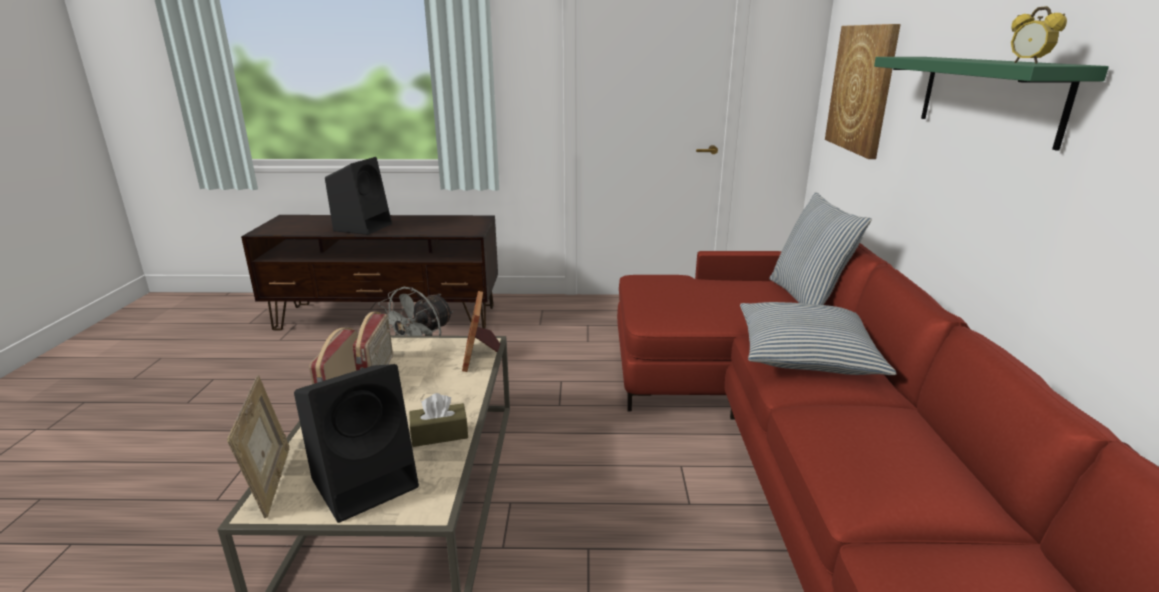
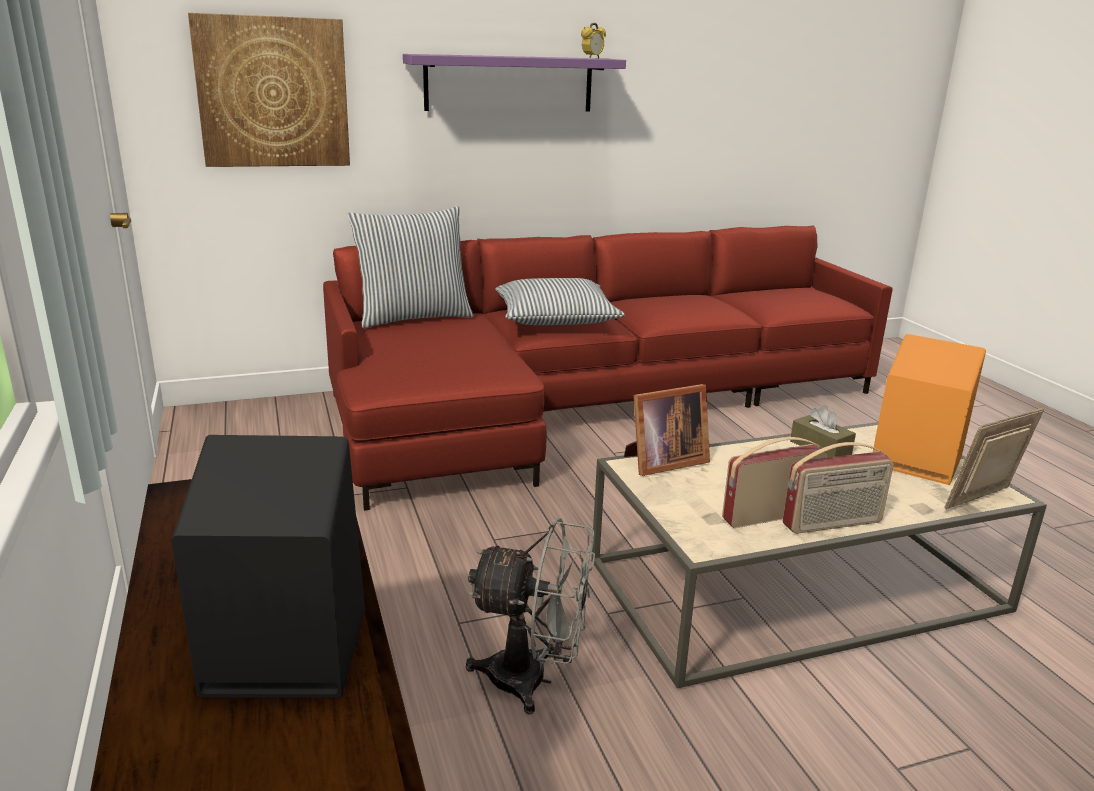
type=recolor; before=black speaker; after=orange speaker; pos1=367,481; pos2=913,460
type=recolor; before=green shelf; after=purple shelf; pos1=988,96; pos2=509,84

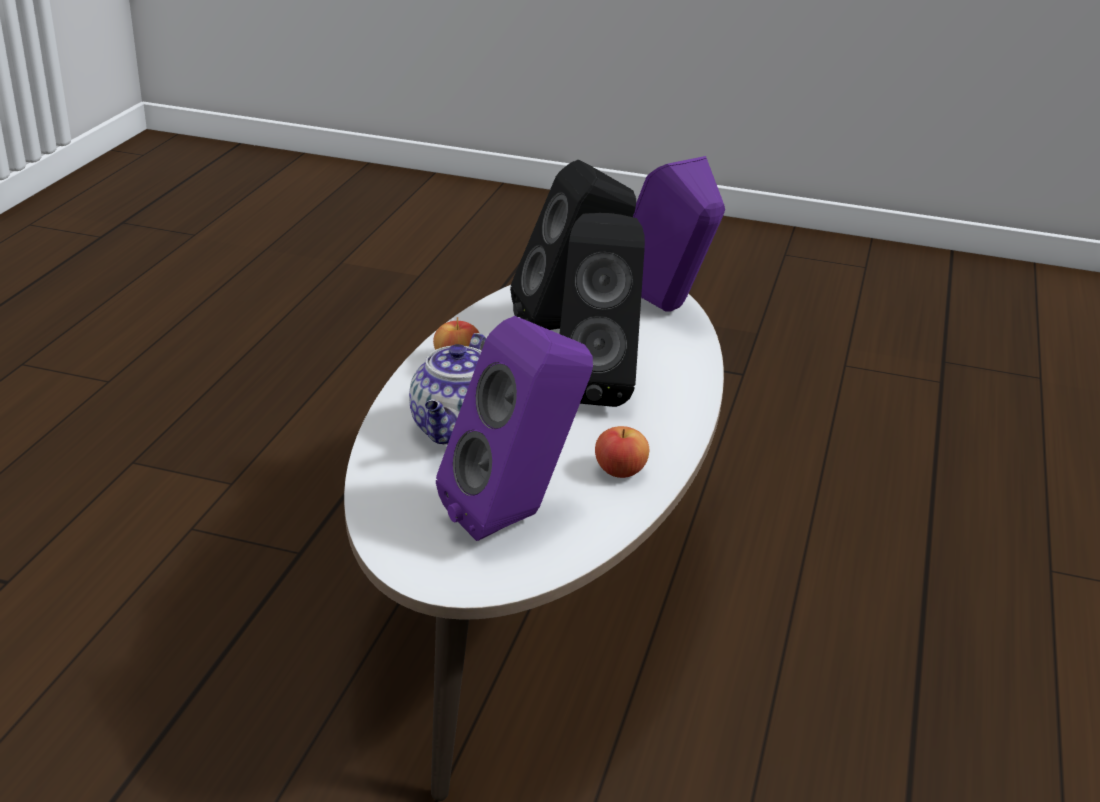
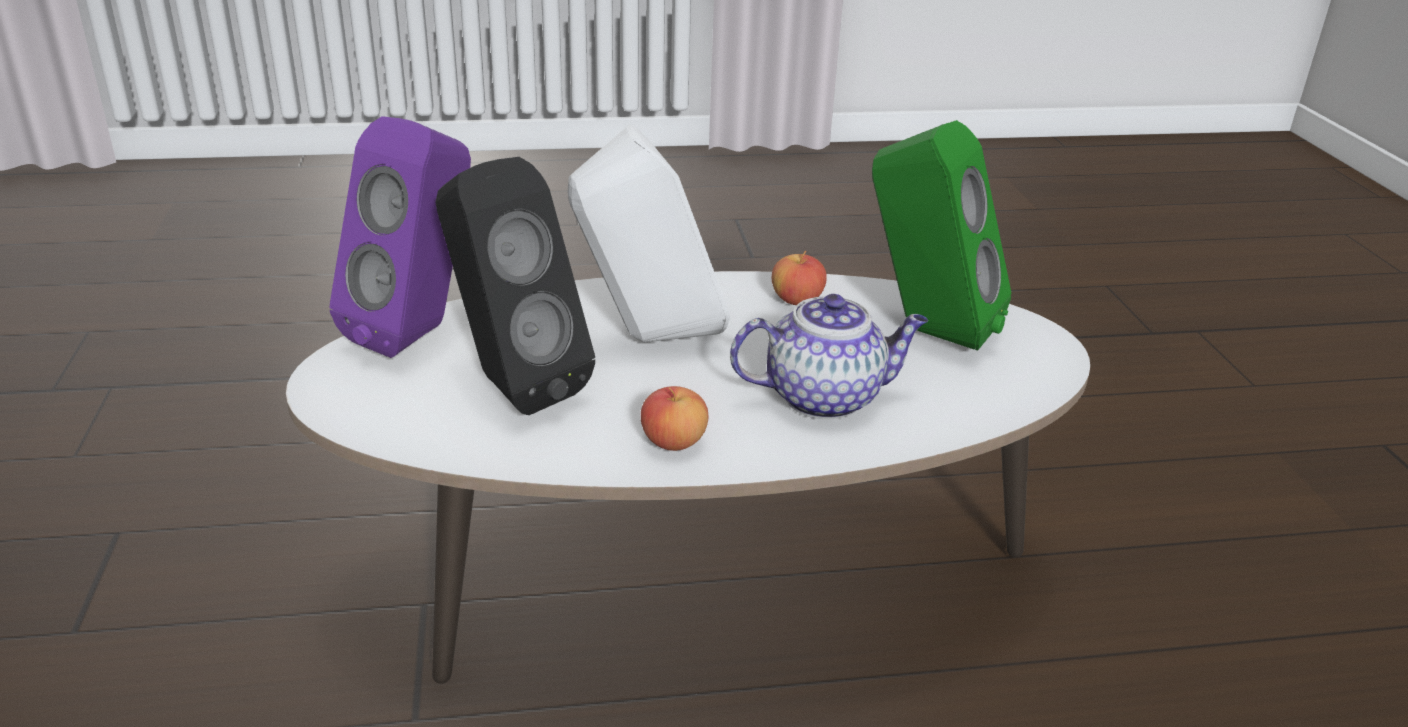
type=recolor; before=purple speaker; after=green speaker; pos1=516,517; pos2=925,331
type=recolor; before=black speaker; after=white speaker; pos1=597,385; pos2=648,340

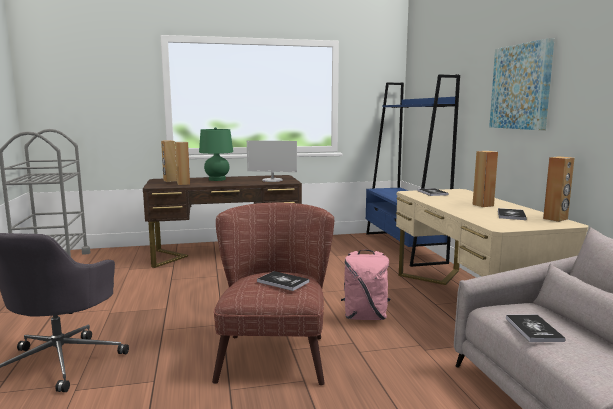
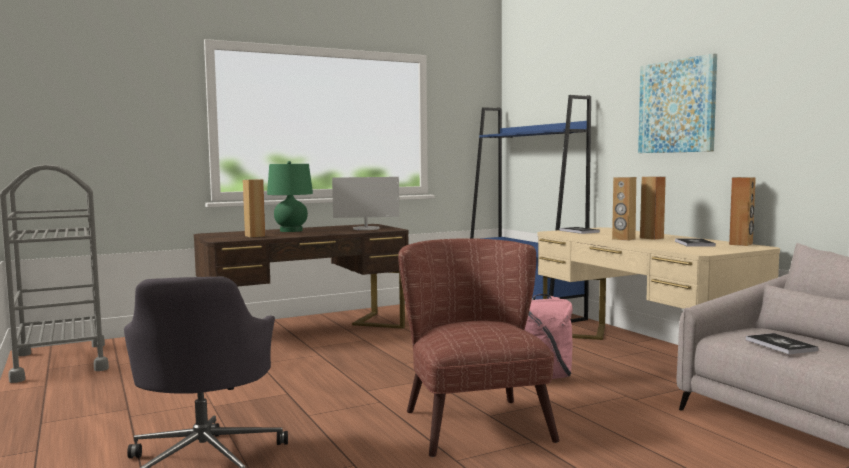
type=move; before=brown speaker; pos1=169,181; pos2=623,239
type=delete; before=book; pos1=283,282

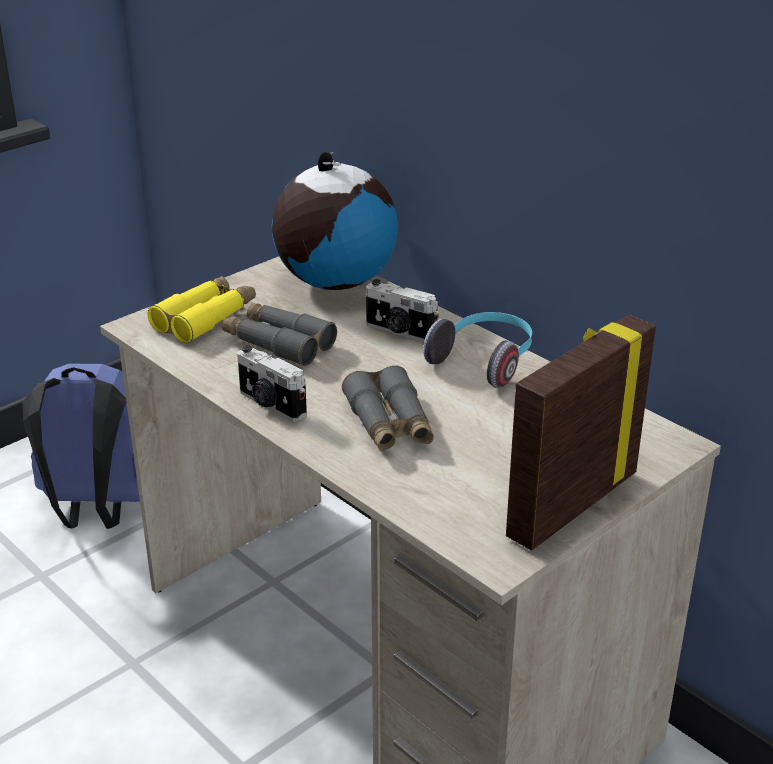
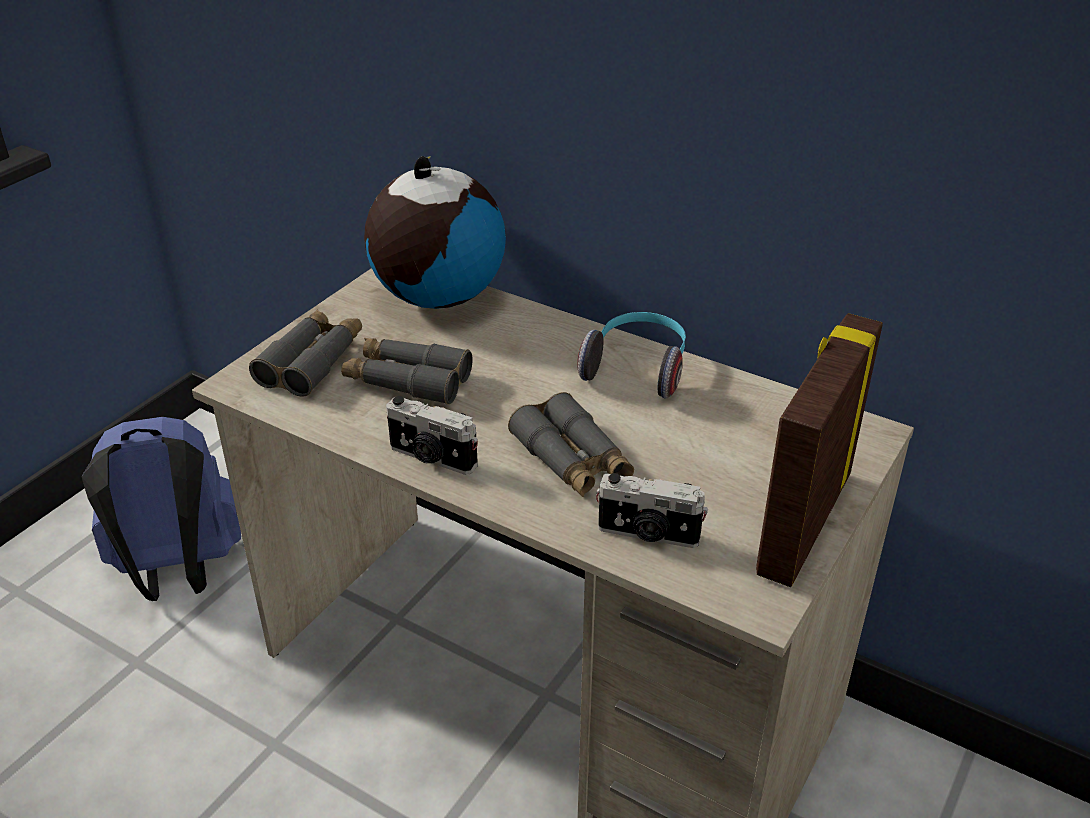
type=recolor; before=yellow binoculars; after=grey binoculars; pos1=205,318; pos2=312,362
type=move; before=photo camera; pos1=400,331; pos2=648,534

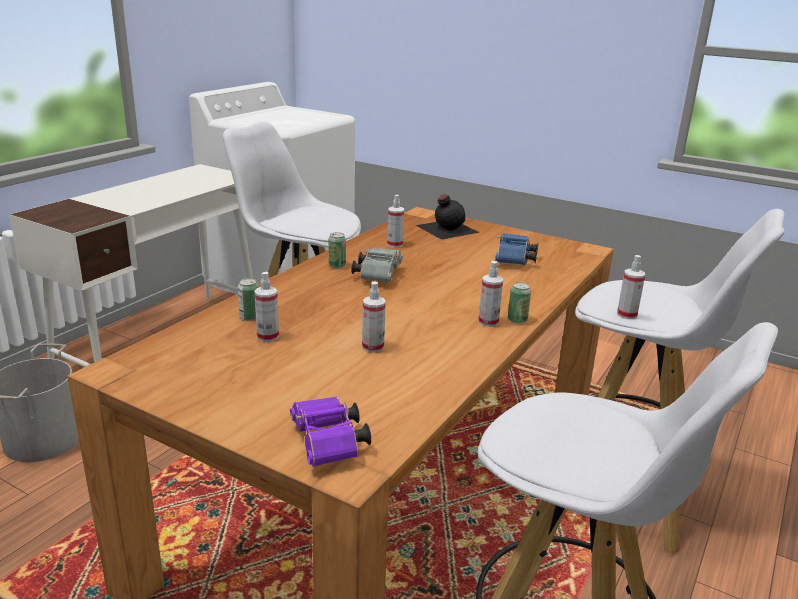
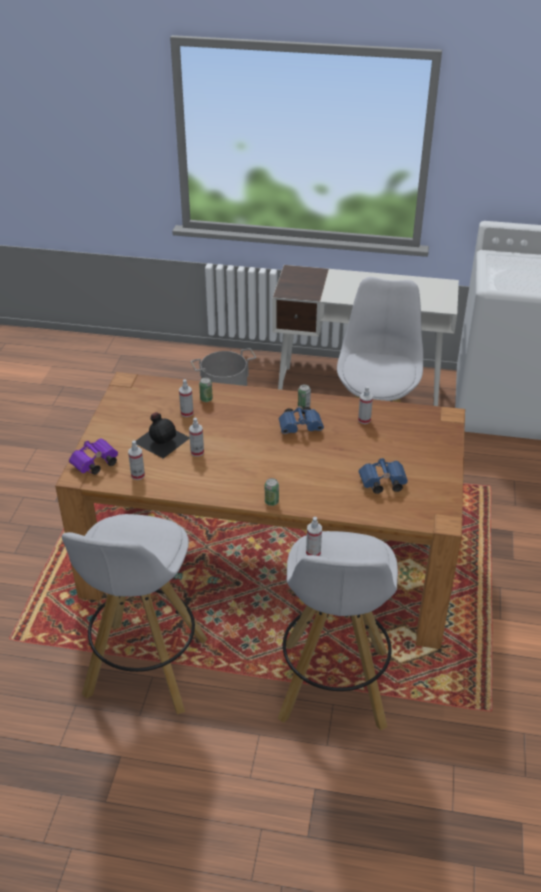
type=recolor; before=grey binoculars; after=blue binoculars; pos1=378,275; pos2=301,427
type=move; before=black bottle; pos1=446,228; pos2=161,439
type=move; before=spray bottle; pos1=488,322; pos2=138,475

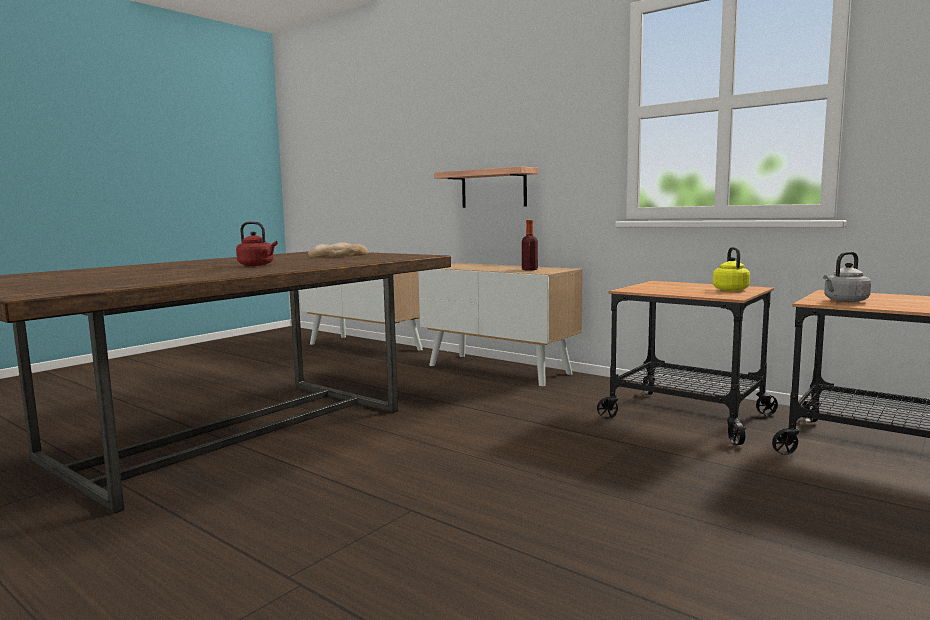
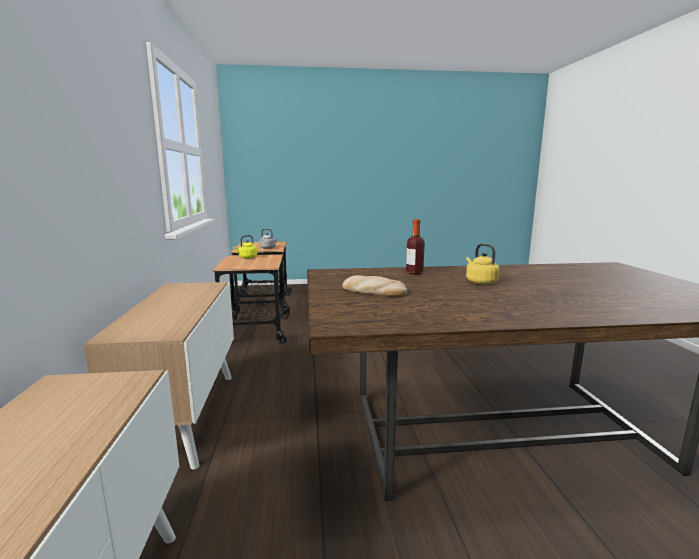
type=recolor; before=red kettle; after=yellow kettle; pos1=257,265; pos2=480,282
type=delete; before=shelf; pos1=493,188
type=move; before=bottle; pos1=529,269; pos2=414,272

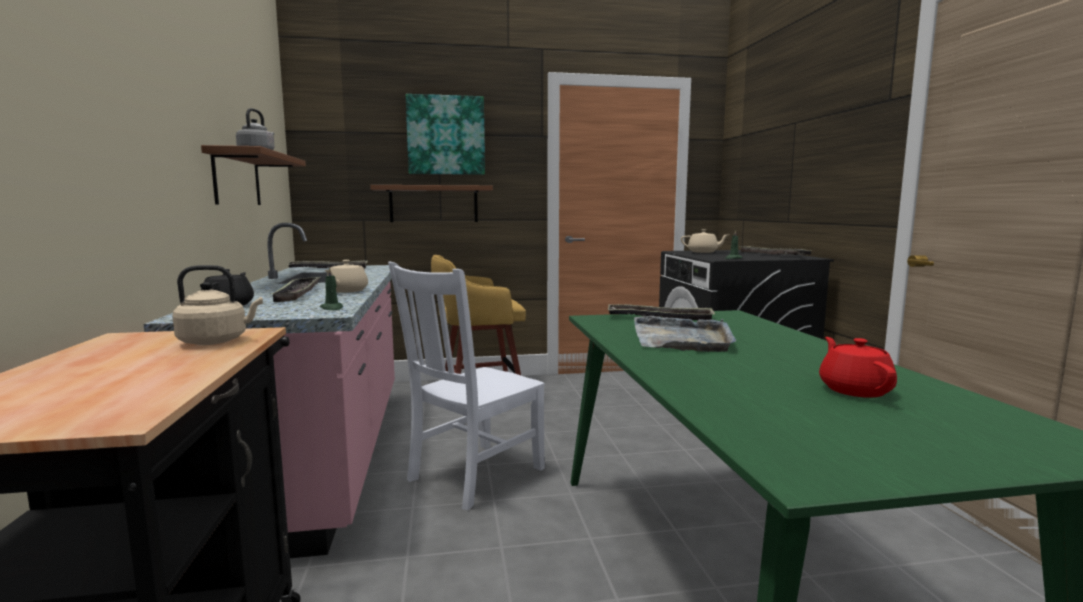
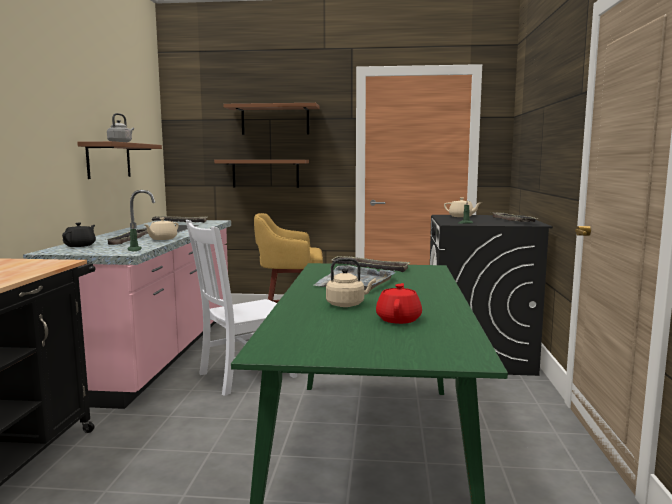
type=move; before=beige kettle; pos1=217,341; pos2=347,304
type=replace; before=picture; after=brown shelf; pos1=446,135; pos2=275,120

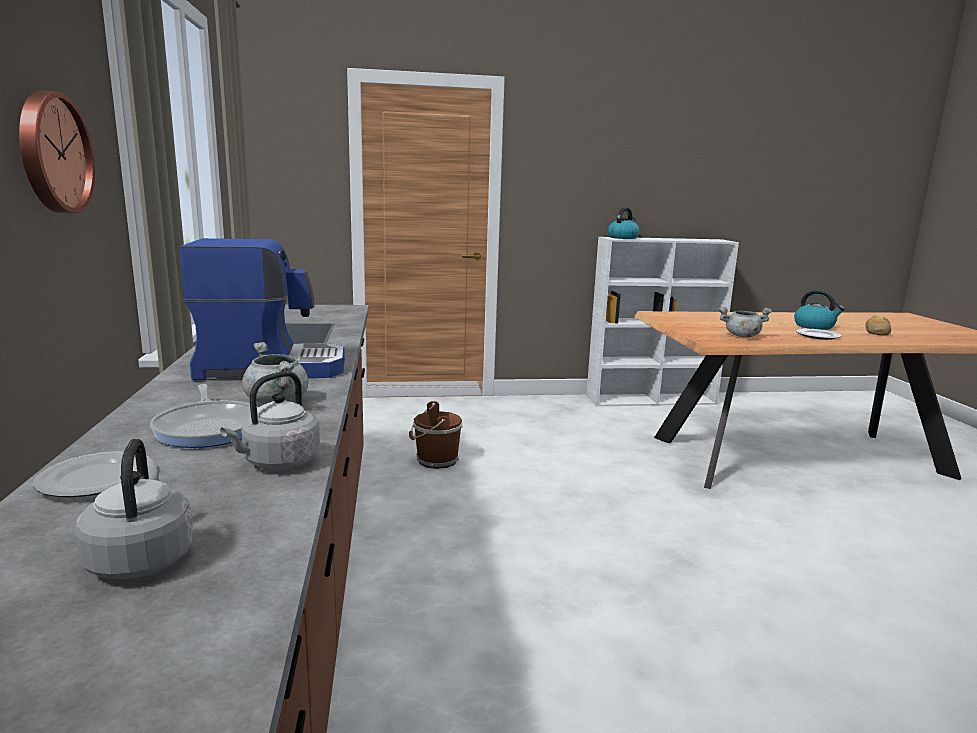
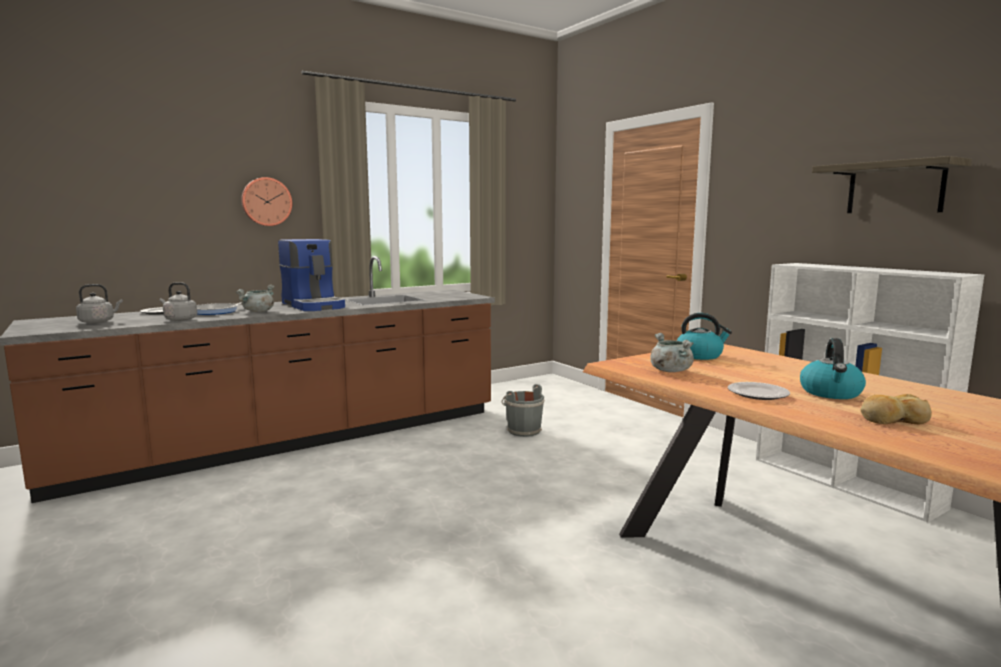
type=recolor; before=brown bucket; after=grey bucket; pos1=435,461; pos2=522,430
type=move; before=kettle; pos1=623,238; pos2=700,355
type=insert; after=shelf; pos2=895,188

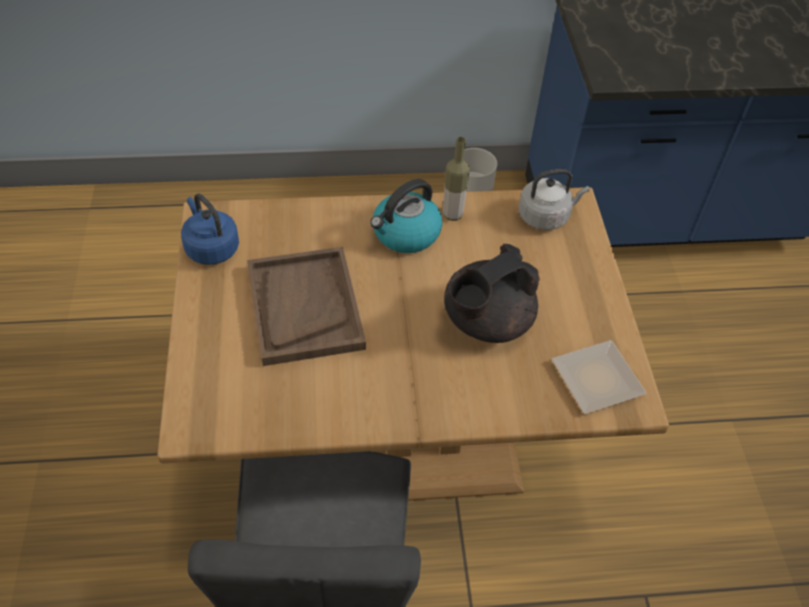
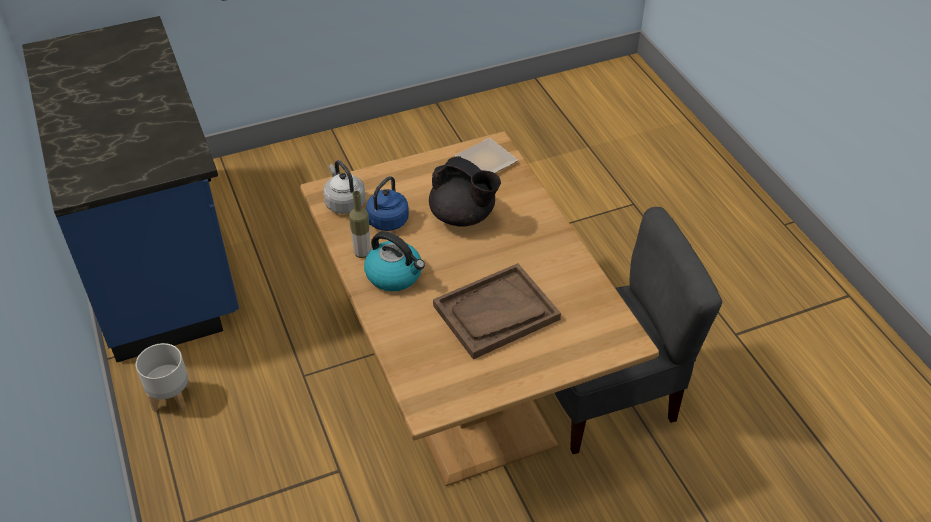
type=move; before=blue kettle; pos1=211,248; pos2=386,222

